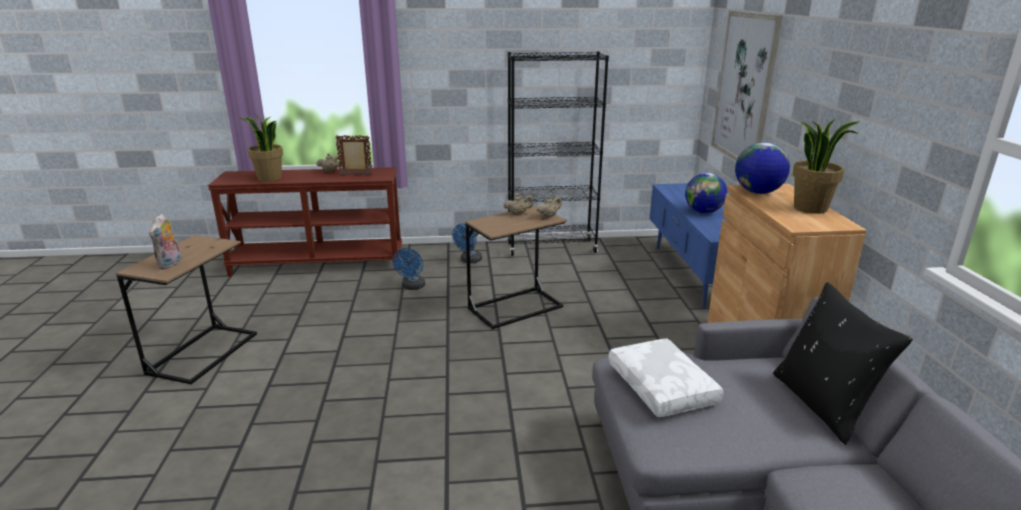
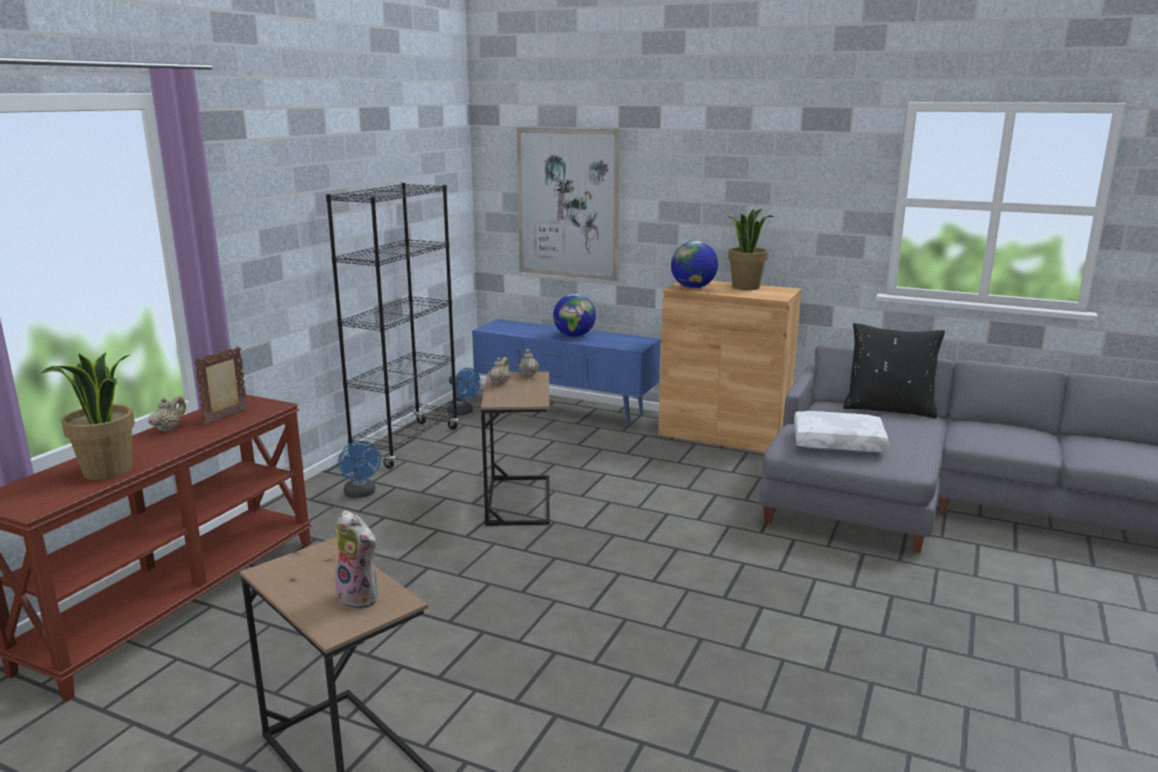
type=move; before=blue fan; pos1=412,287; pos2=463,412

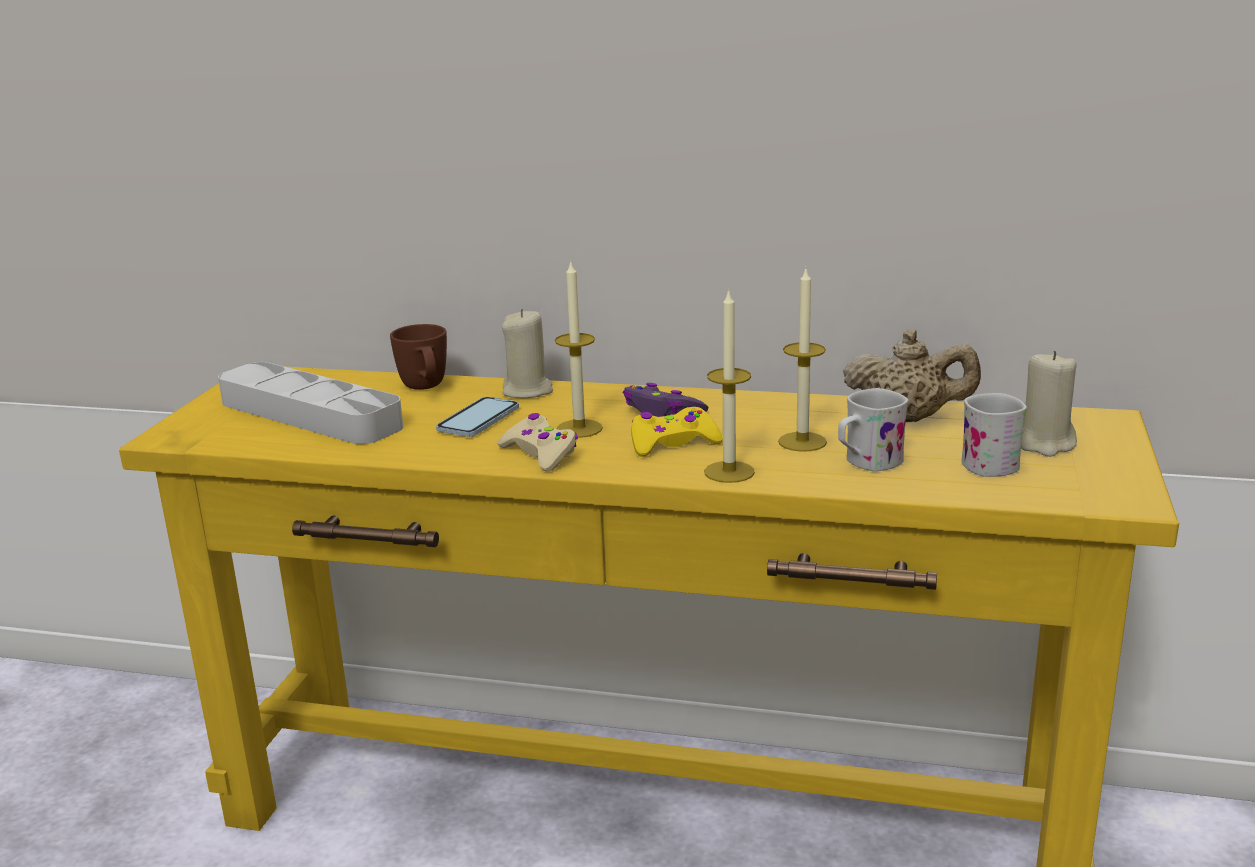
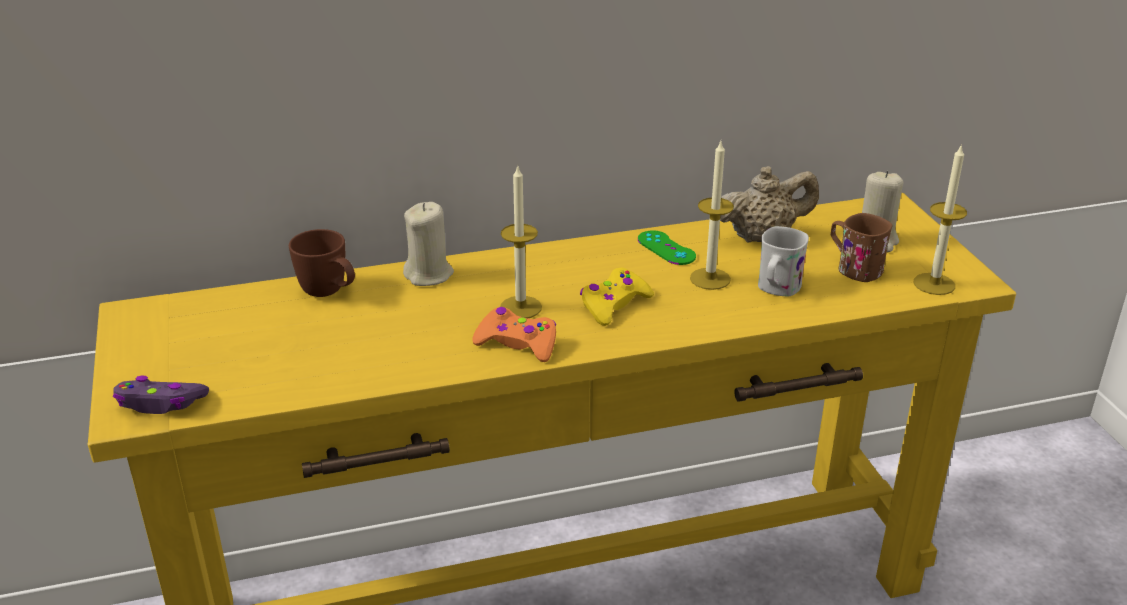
type=delete; before=grey tray; pos1=310,414
type=delete; before=phone; pos1=478,420
type=recolor; before=beige game controller; after=orange game controller; pos1=540,453; pos2=517,343
type=move; before=purple game controller; pos1=662,411; pos2=160,403
type=move; before=candle; pos1=729,472; pos2=934,284
type=recolor; before=white mug; after=brown mug; pos1=984,462; pos2=853,268
type=insert; after=green game controller; pos2=666,248

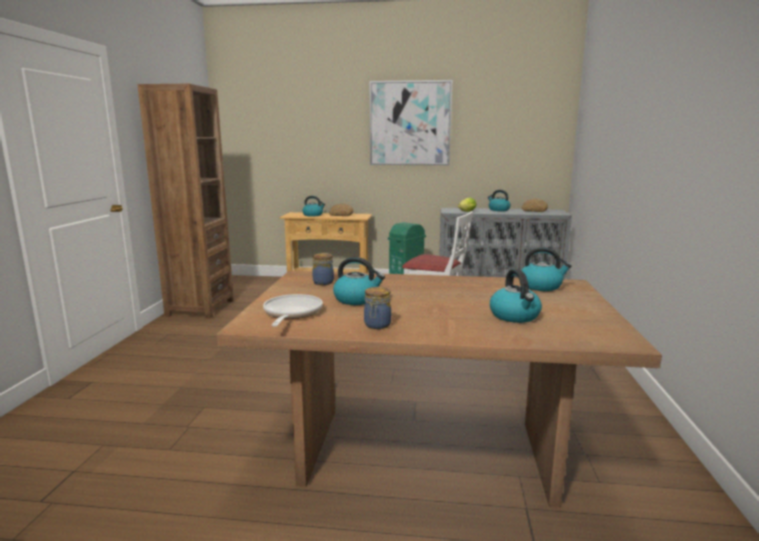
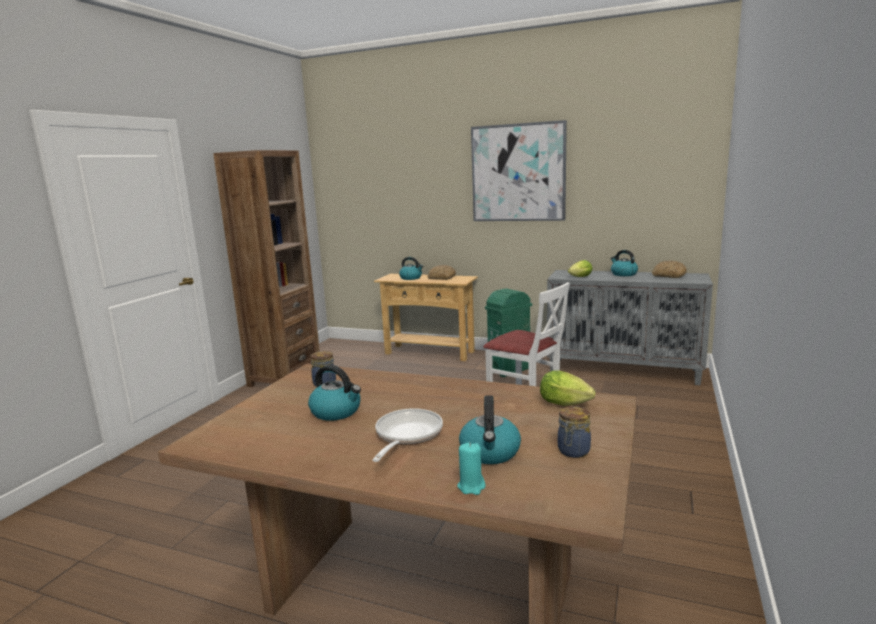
type=move; before=frying pan; pos1=291,313; pos2=406,435
type=move; before=jar; pos1=377,325; pos2=573,451
type=replace; before=kettle; after=lettuce; pos1=541,286; pos2=567,404
type=insert; after=turquoise candle; pos2=471,486

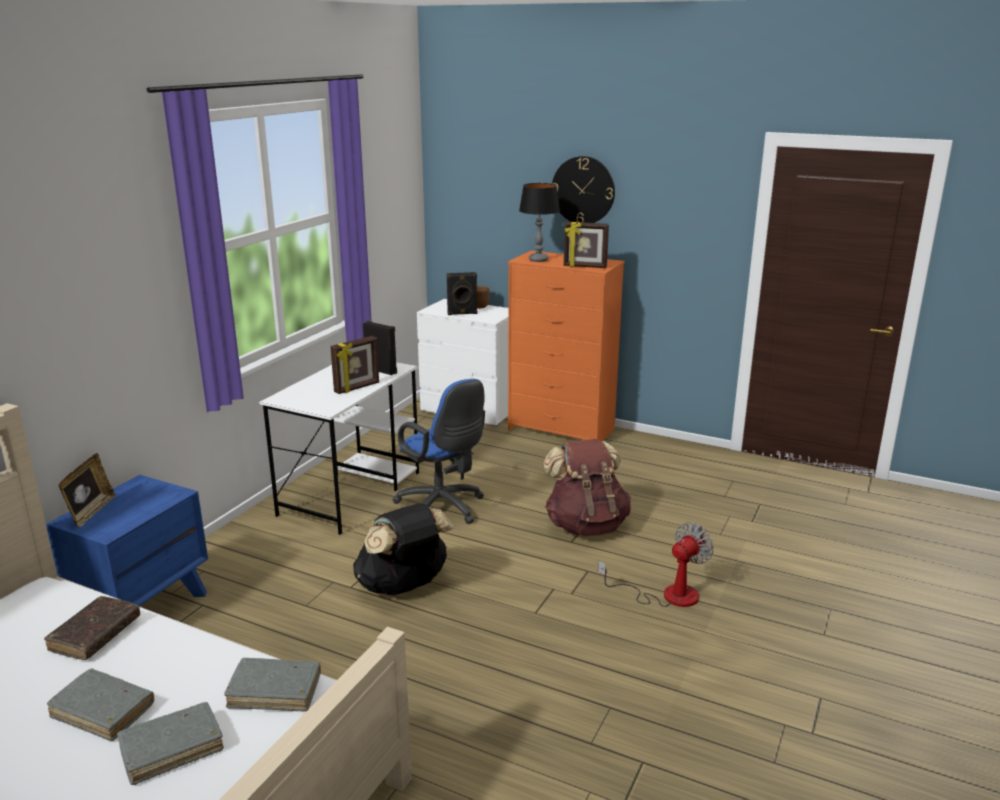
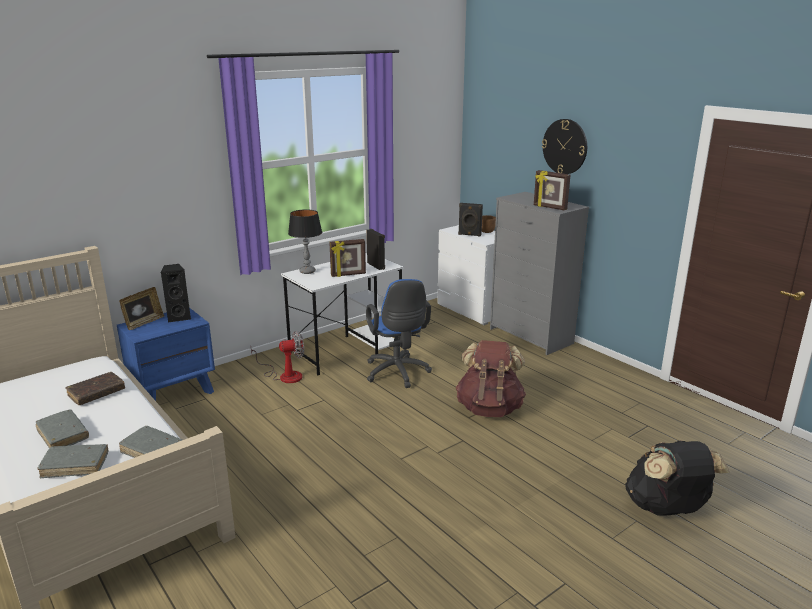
type=move; before=black backpack; pos1=403,586; pos2=667,509
type=recolor; before=orange dresser; after=grey dresser; pos1=562,429; pos2=531,336
type=move; before=table lamp; pos1=538,260; pos2=307,271
type=move; before=fan; pos1=667,595; pos2=284,375
type=insert; after=black speaker; pos2=179,317

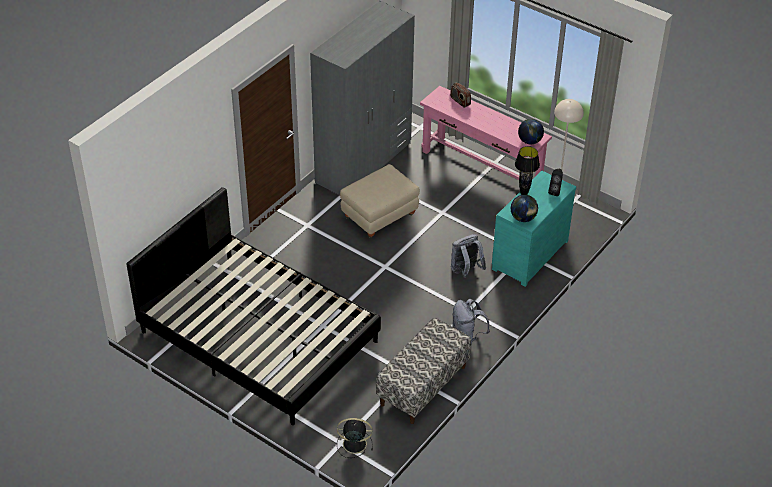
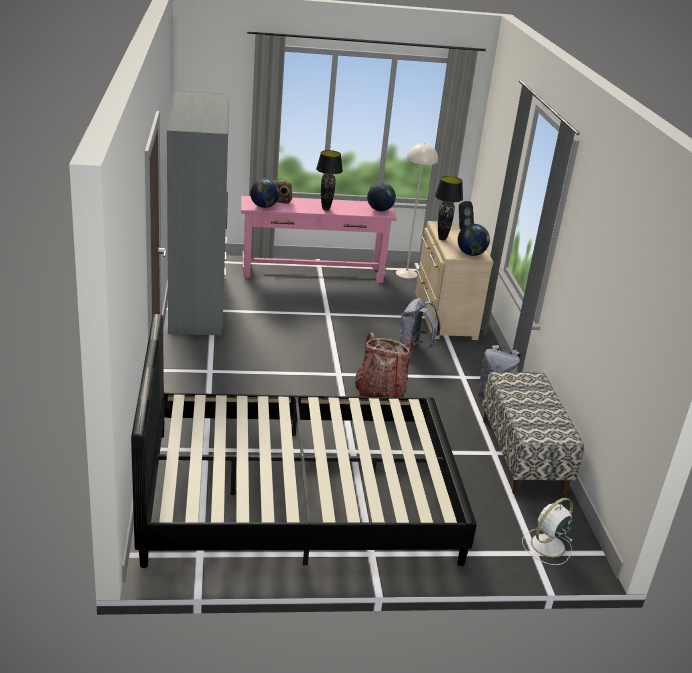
type=recolor; before=black fan; after=white fan; pos1=353,444; pos2=546,546
type=delete; before=beige ottoman; pos1=379,218
type=recolor; before=turquoise dresser; after=beige dresser; pos1=528,254; pos2=443,317
type=insert; after=globe; pos2=264,207
type=insert; after=black table lamp; pos2=326,209
type=insert; after=backpack; pos2=380,392

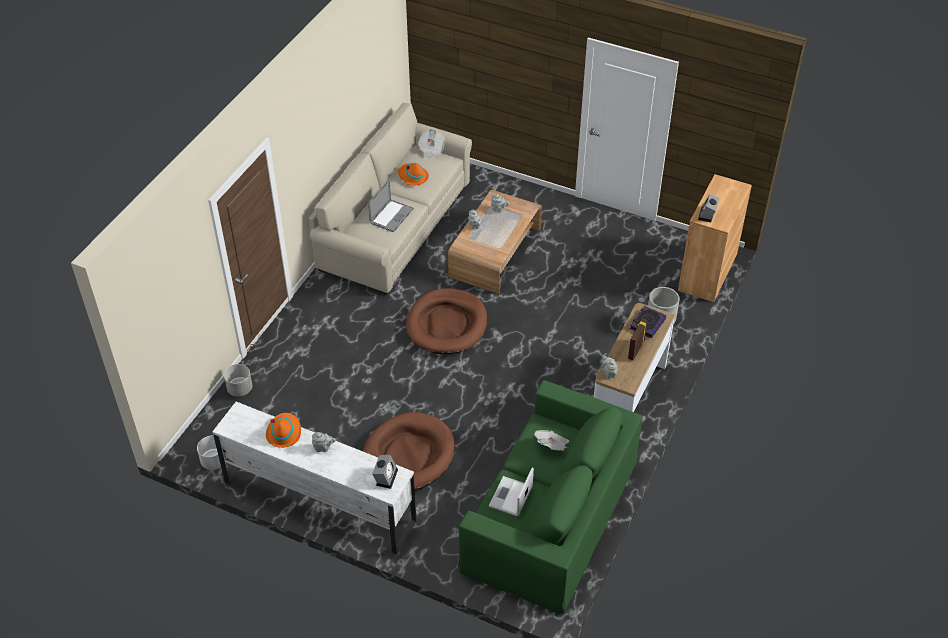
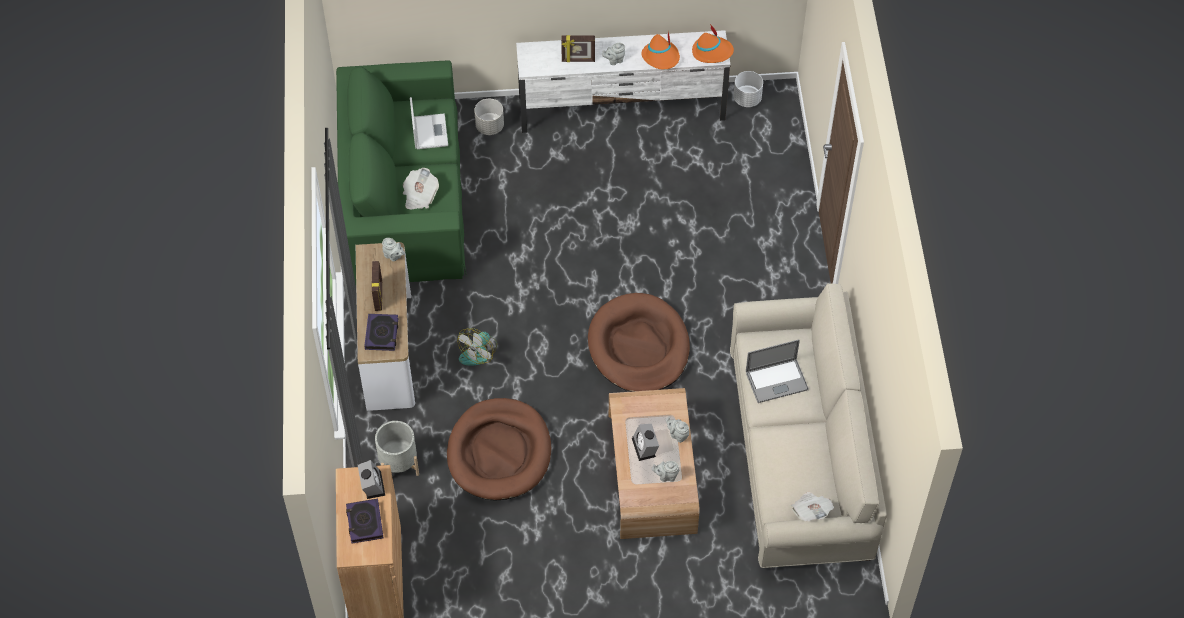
type=move; before=grey planter; pos1=240,389; pos2=489,126
type=move; before=brown dog bed; pos1=408,456; pos2=499,452
type=rotate; before=laptop; pos1=391,216; pos2=776,381; turn=-105
type=move; before=alarm clock; pos1=385,476; pos2=645,448
type=move; before=orange hat; pos1=412,176; pos2=712,51
type=insert; after=book; pos2=364,523
type=insert; after=fan; pos2=478,351
type=insert; after=picture frame; pos2=578,60

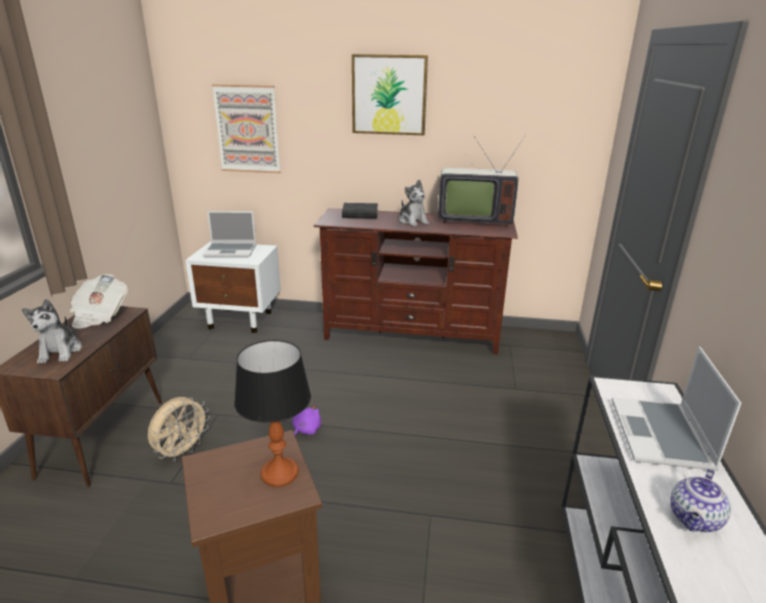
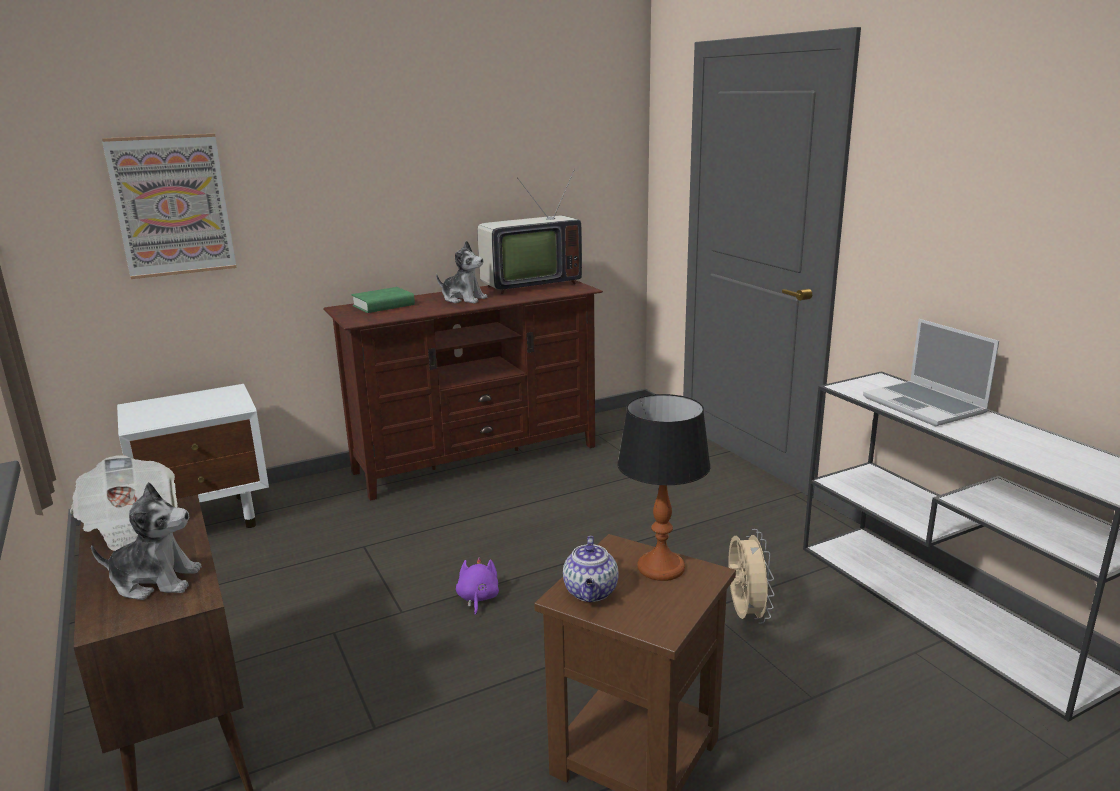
type=rotate; before=plush toy; pos1=60,351; pos2=156,581; turn=-45
type=move; before=beige fan; pos1=182,451; pos2=743,615
type=delete; before=laptop; pos1=231,251
type=recolor; before=black book; after=green book; pos1=360,214; pos2=383,305
type=delete; before=picture; pos1=389,95
type=move; before=teapot; pos1=694,520; pos2=591,592

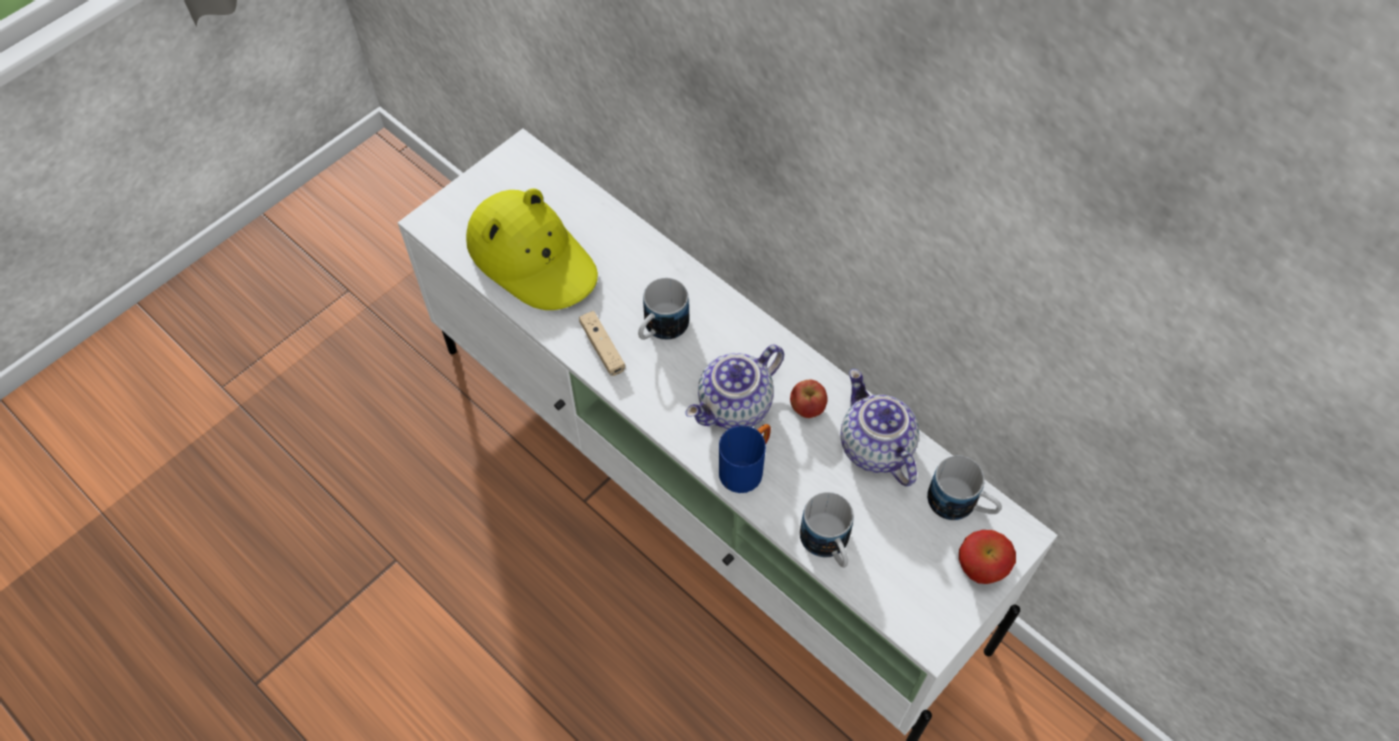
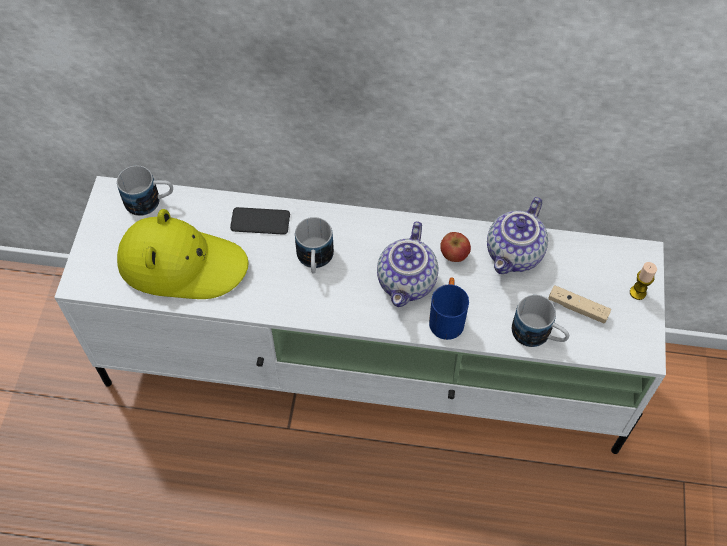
type=move; before=beige game controller; pos1=602,348; pos2=577,308
type=rotate; before=teapot; pos1=873,447; pos2=515,255; turn=-90
type=move; before=mug; pos1=961,505; pos2=150,201
type=replace; before=apple; after=candle; pos1=979,571; pos2=637,292
type=insert; after=phone; pos2=260,221

